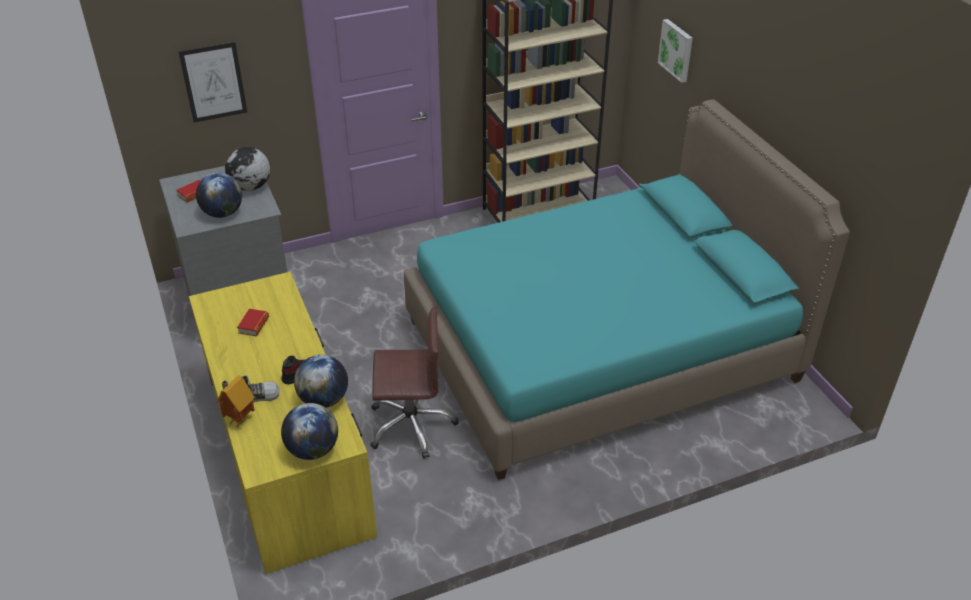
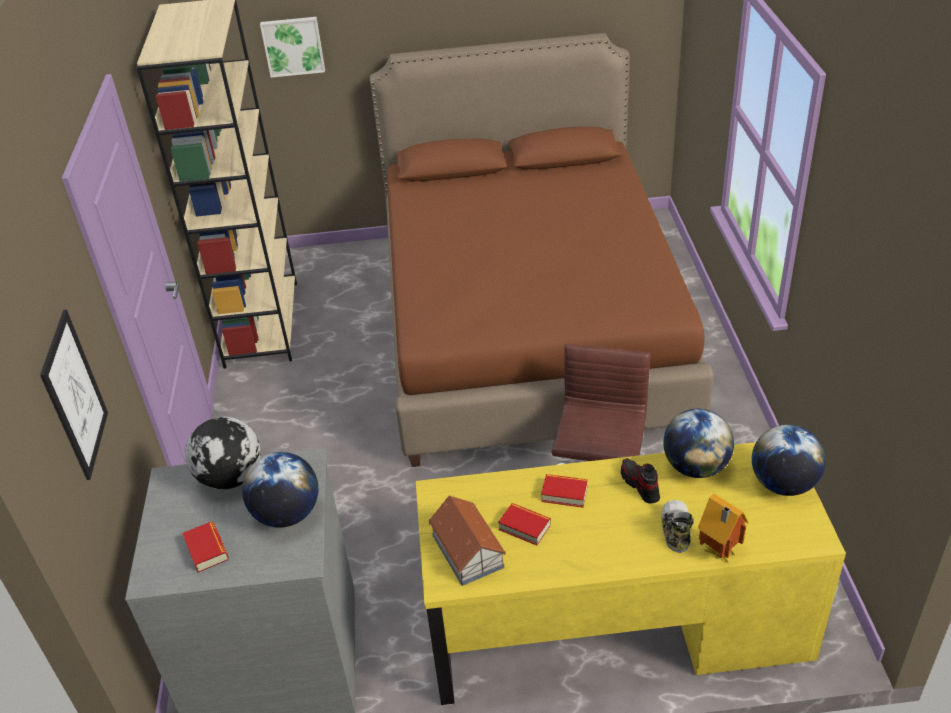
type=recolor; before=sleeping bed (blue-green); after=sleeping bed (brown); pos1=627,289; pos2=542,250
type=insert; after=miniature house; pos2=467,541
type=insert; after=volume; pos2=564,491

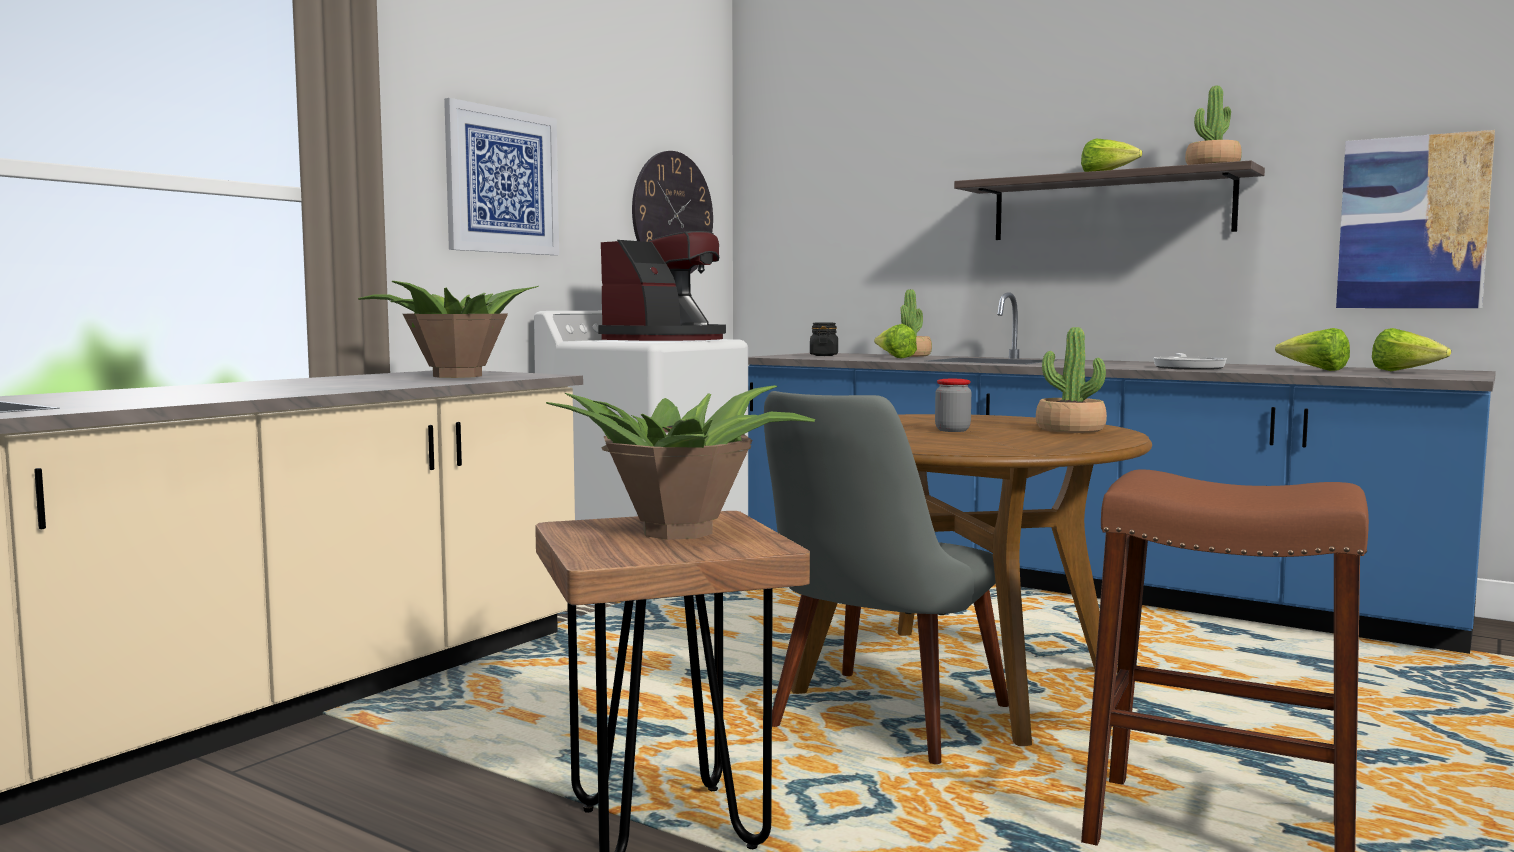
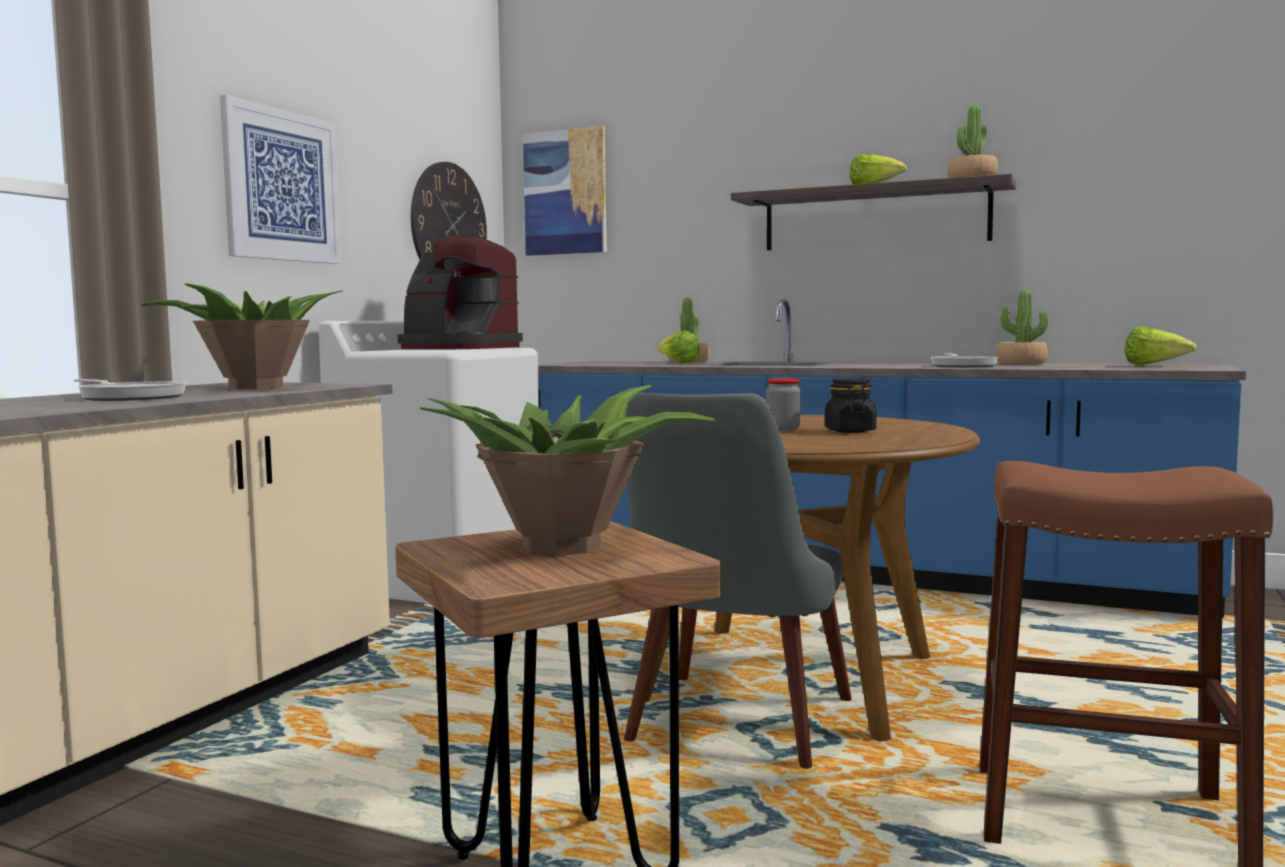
type=insert; after=pan; pos2=130,390
type=rotate; before=coffee maker; pos1=662,286; pos2=460,292; turn=90
type=move; before=picture; pos1=1415,219; pos2=565,191
type=move; before=jar (blackish); pos1=824,339; pos2=851,405
type=move; before=plant in a pot; pos1=1071,380; pos2=1022,327
type=delete; before=lettuce; pos1=1312,349

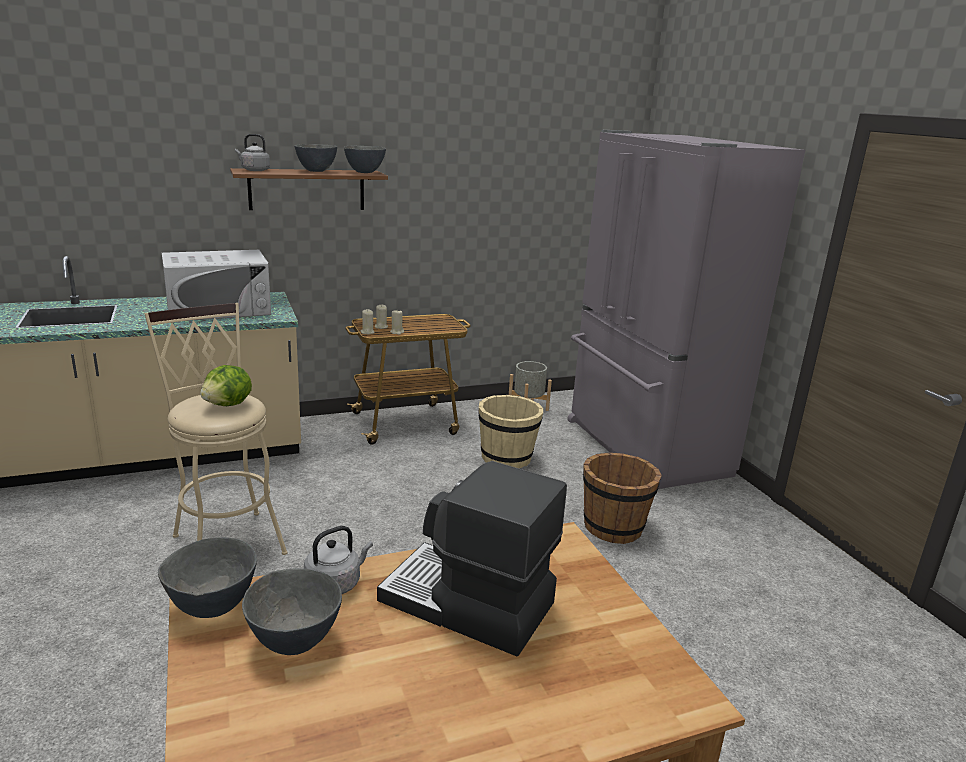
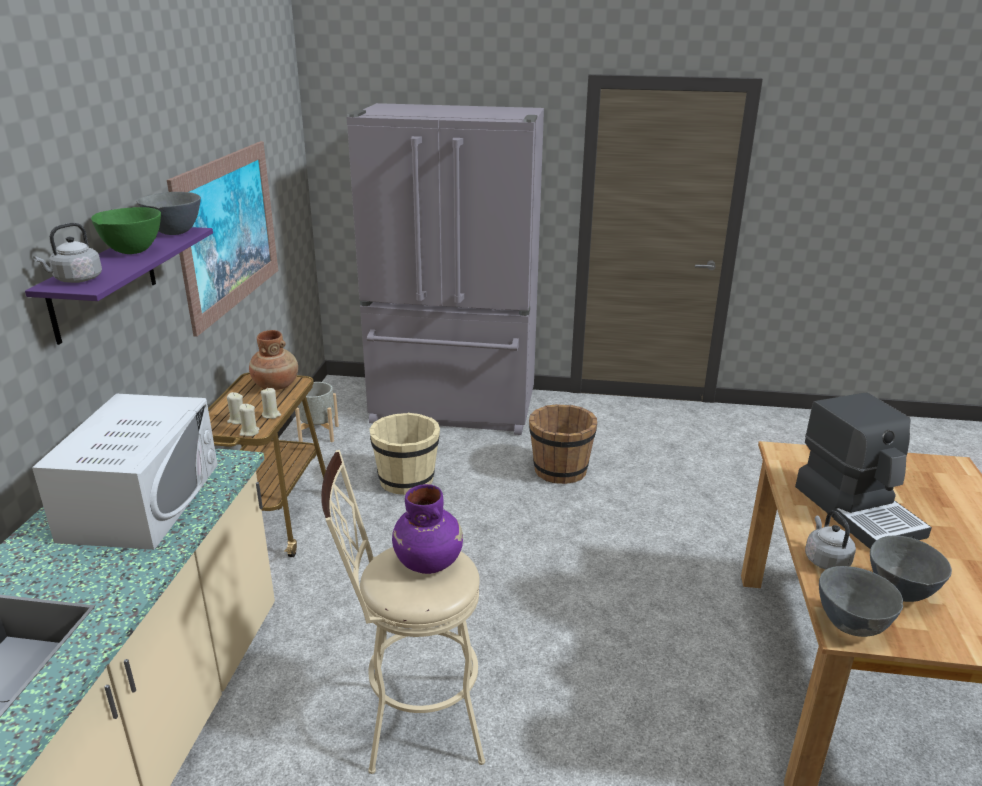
type=recolor; before=bracket shelf (brown); after=bracket shelf (purple); pos1=309,189; pos2=119,286
type=recolor; before=serving bowl (grey); after=serving bowl (greenish); pos1=315,158; pos2=126,230
type=insert; after=picture; pos2=222,239
type=insert; after=vase (brown); pos2=273,360
type=replace; before=lettuce; after=vase (purple); pos1=226,385; pos2=427,529
type=rotate; before=coffee maker; pos1=472,558; pos2=863,470; turn=-75

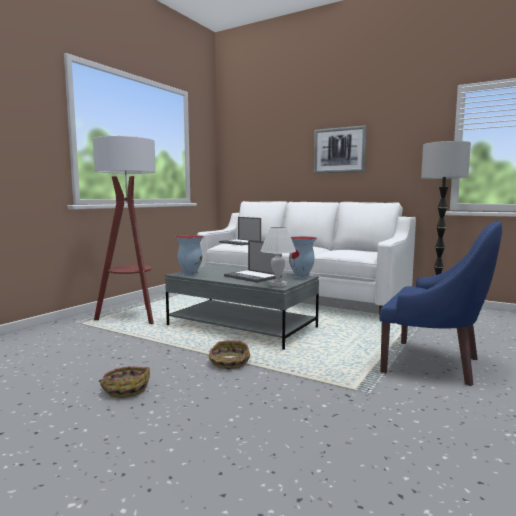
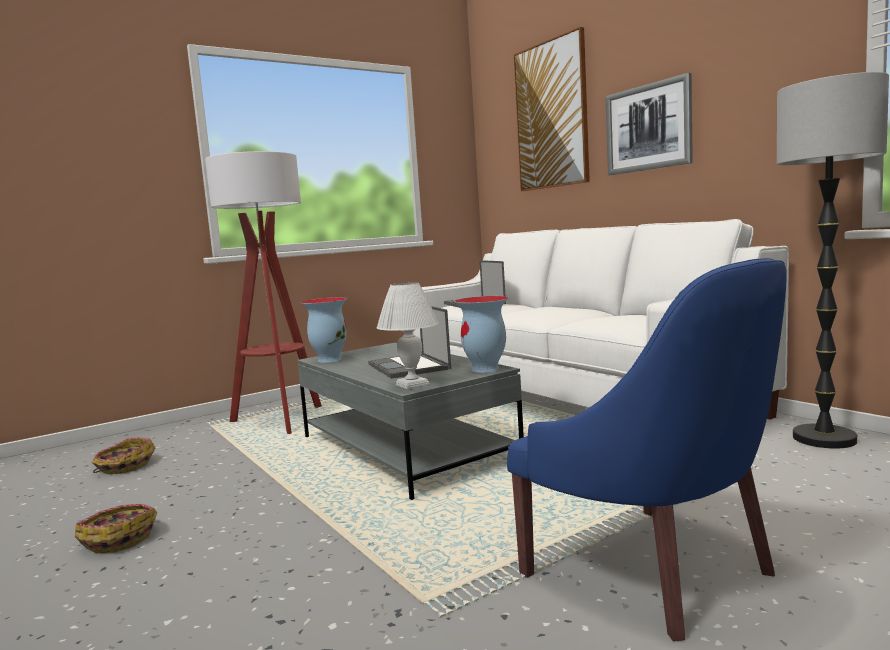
type=move; before=storage basket; pos1=229,354; pos2=123,455
type=insert; after=picture; pos2=552,109

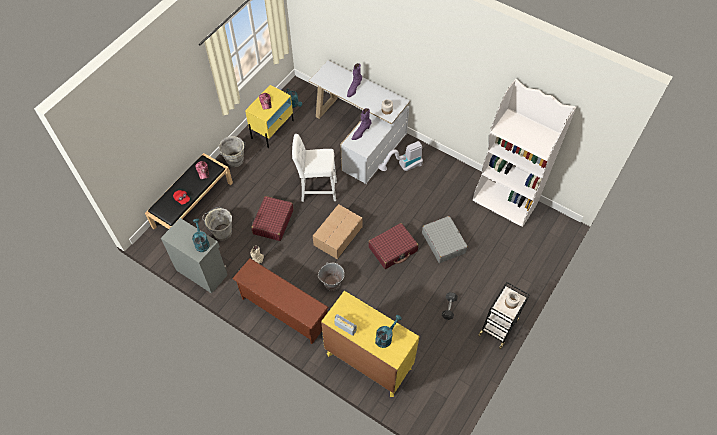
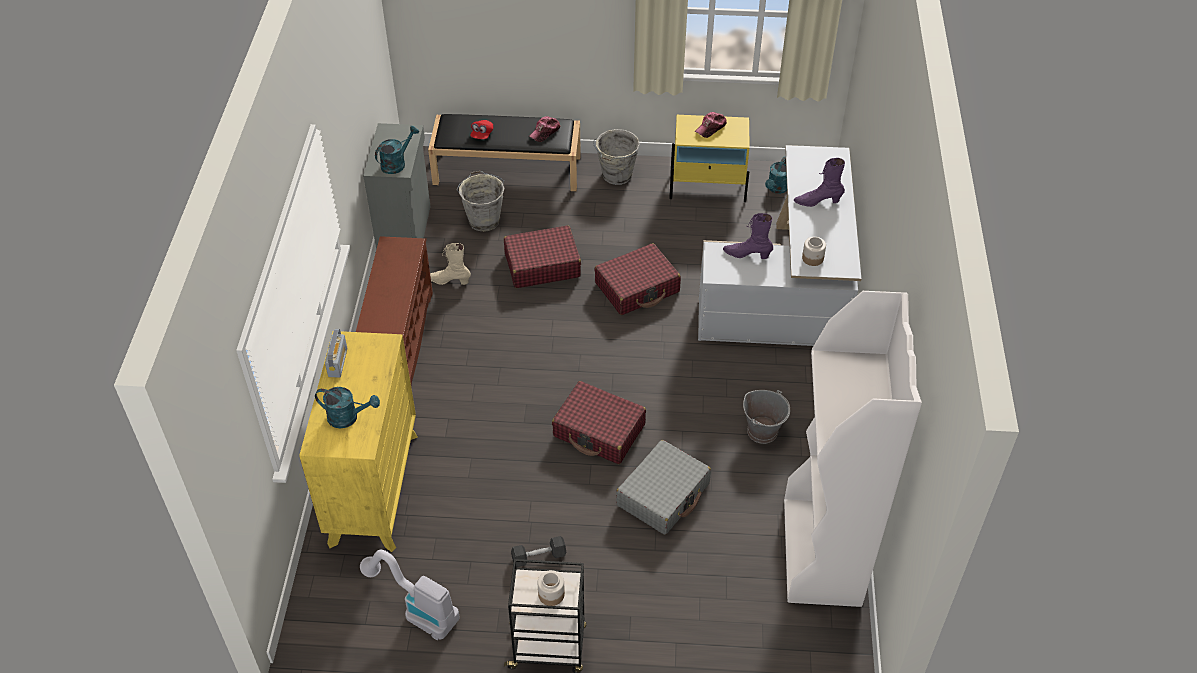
type=move; before=hoover; pos1=400,156; pos2=410,595
type=replace; before=stool (whitish); after=travel case (red); pos1=314,168; pos2=637,279
type=move; before=bucket (grey); pos1=331,276; pos2=766,417
type=delete; before=packing box; pos1=337,231

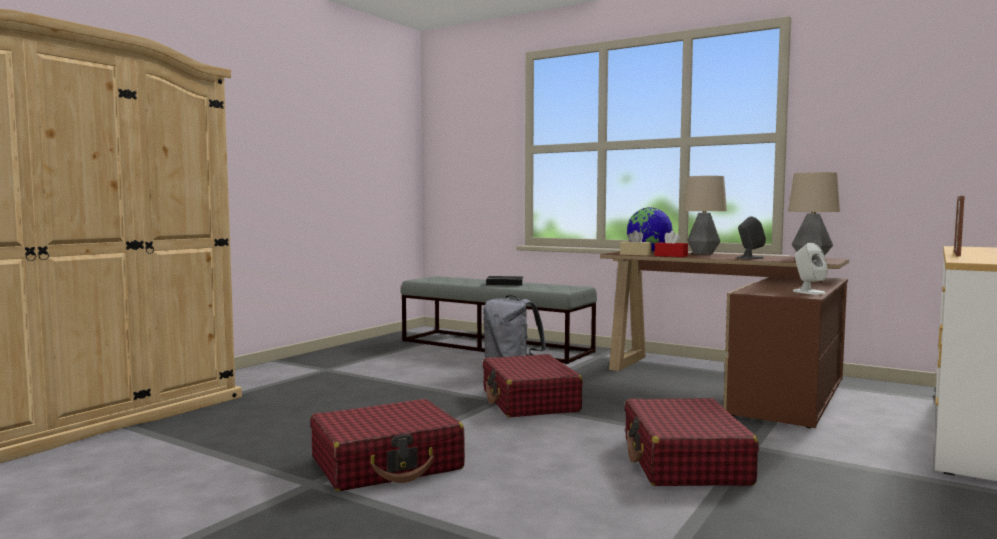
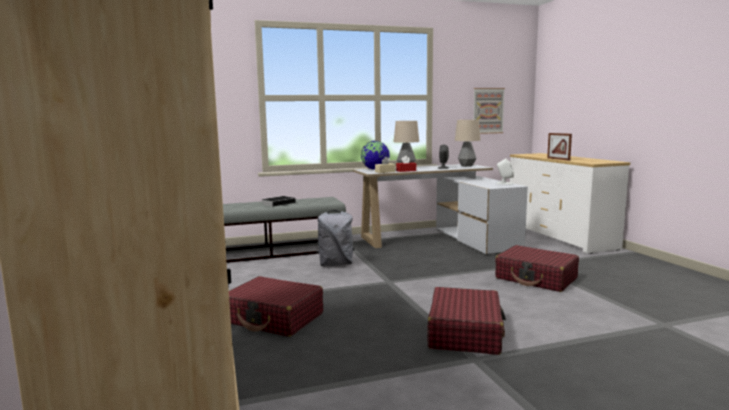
type=move; before=travel case (red); pos1=533,385; pos2=276,306
type=recolor; before=desk table (brown); after=desk table (whitish); pos1=724,339; pos2=440,209
type=insert; after=picture; pos2=489,111

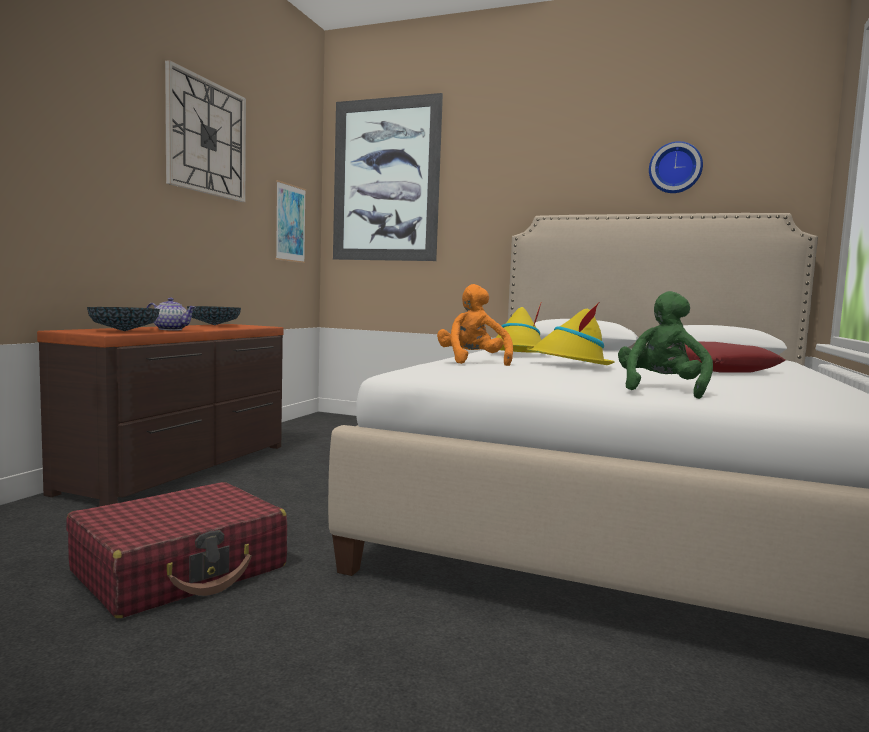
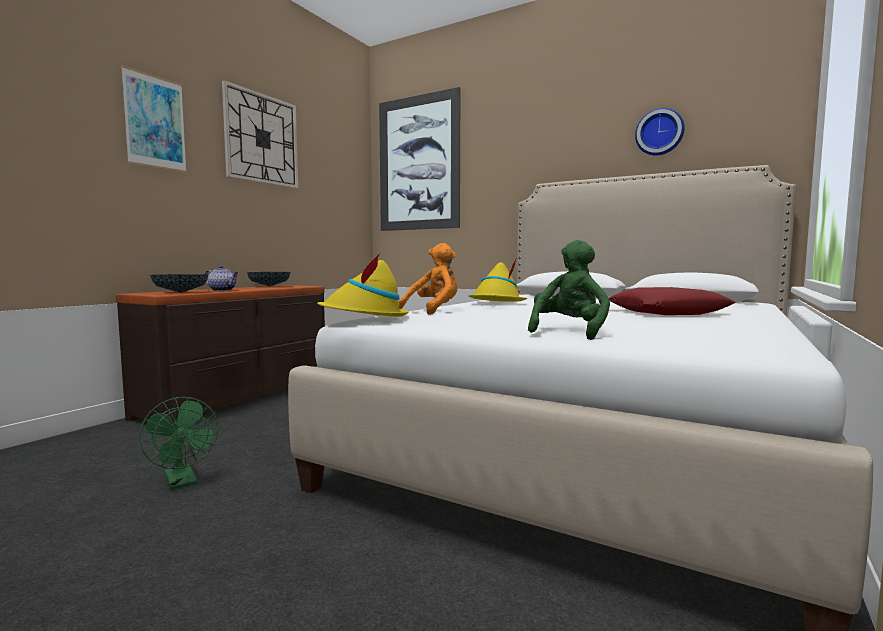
type=move; before=picture; pos1=290,221; pos2=154,119
type=replace; before=travel case (red); after=electric fan (greenish); pos1=176,550; pos2=178,443
type=move; before=hat (yellow-coloured); pos1=570,333; pos2=363,285
type=rotate; before=soft toy (orange-coloured); pos1=475,325; pos2=427,279; turn=45

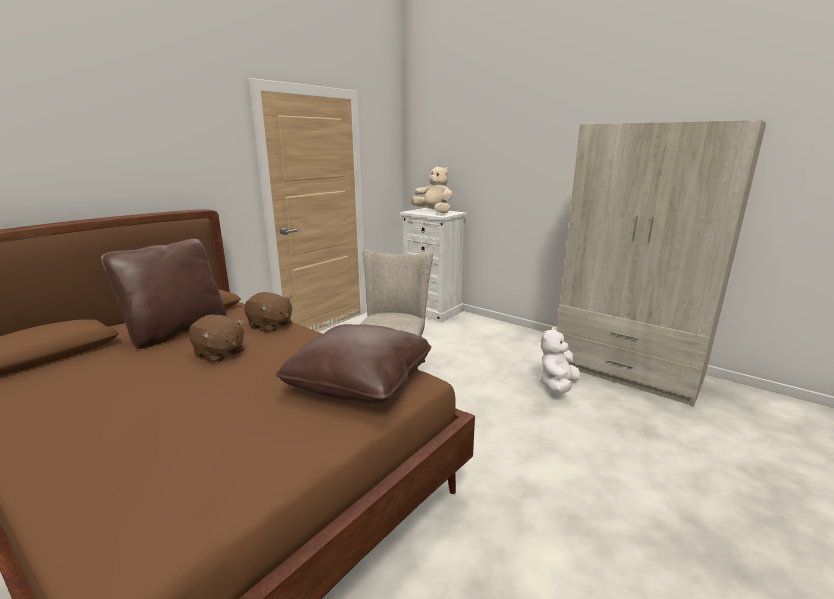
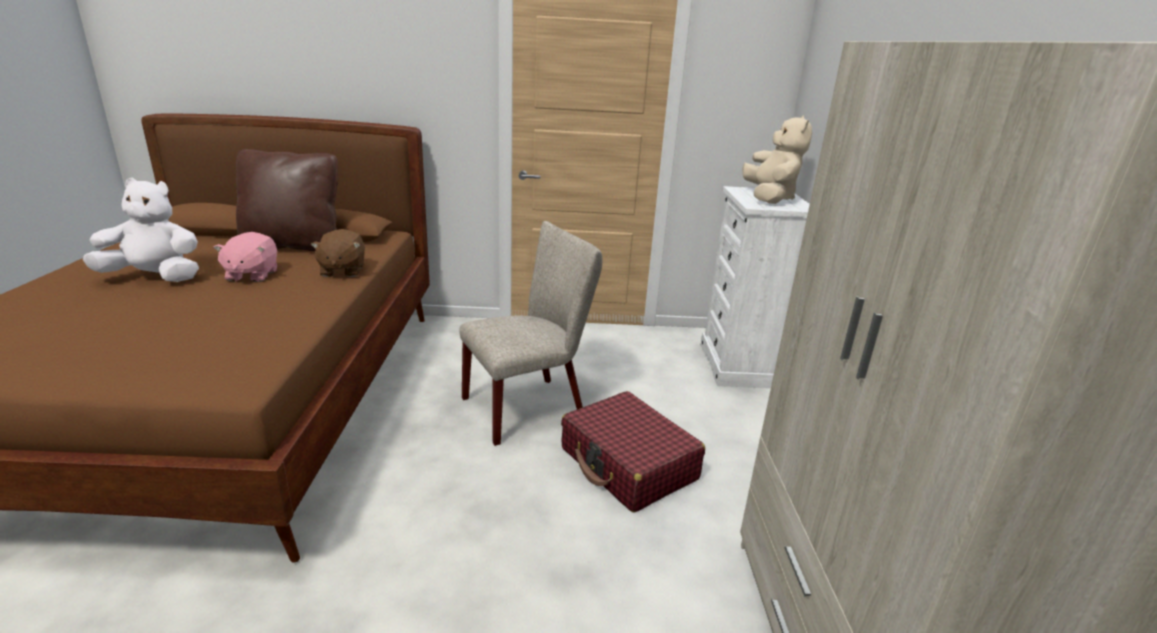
type=move; before=soft toy (whitish); pos1=559,360; pos2=141,230
type=recolor; before=soft toy (brown); after=soft toy (pink-coloured); pos1=217,339; pos2=245,257
type=insert; after=travel case (red); pos2=633,452
type=delete; before=pillow (brown); pos1=353,363

